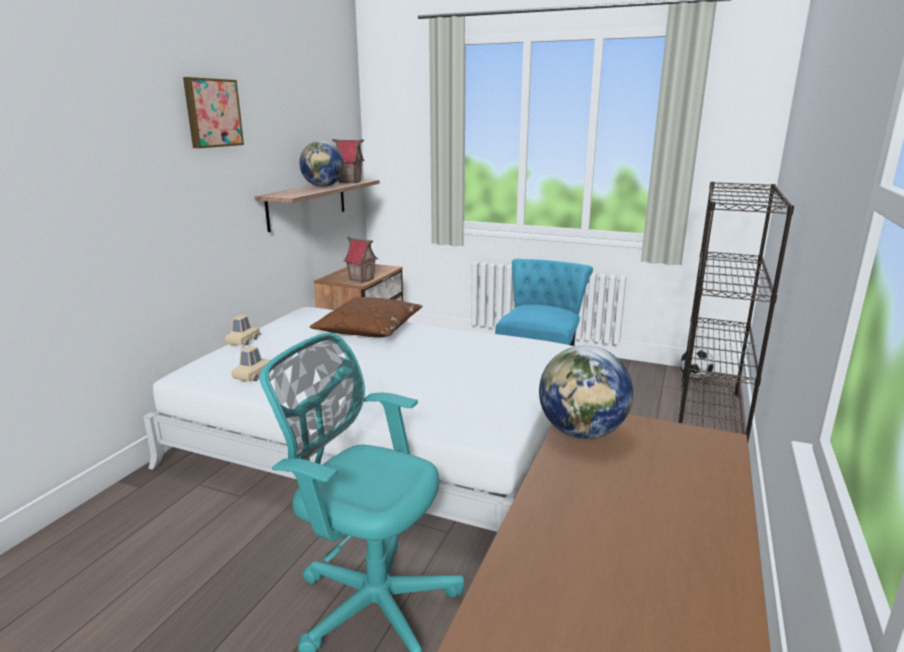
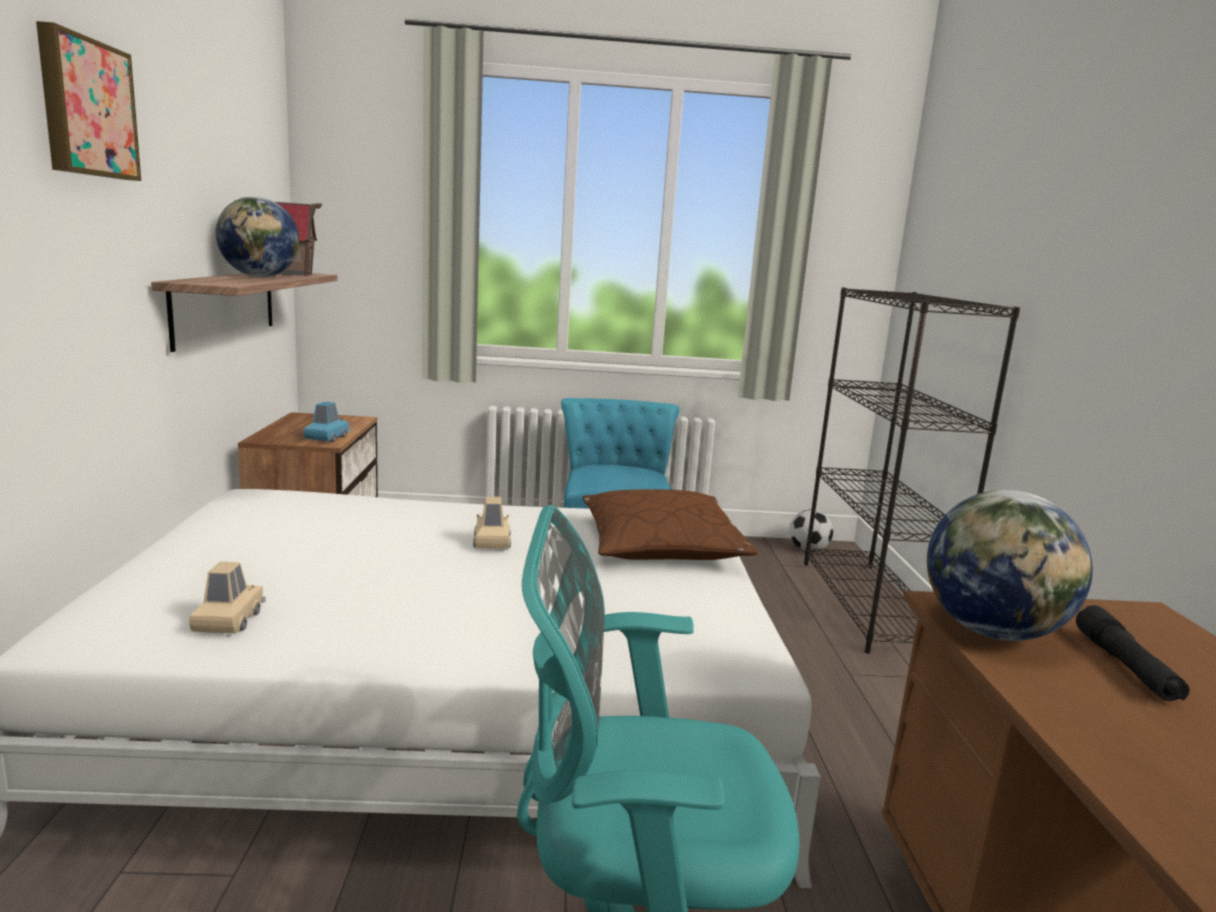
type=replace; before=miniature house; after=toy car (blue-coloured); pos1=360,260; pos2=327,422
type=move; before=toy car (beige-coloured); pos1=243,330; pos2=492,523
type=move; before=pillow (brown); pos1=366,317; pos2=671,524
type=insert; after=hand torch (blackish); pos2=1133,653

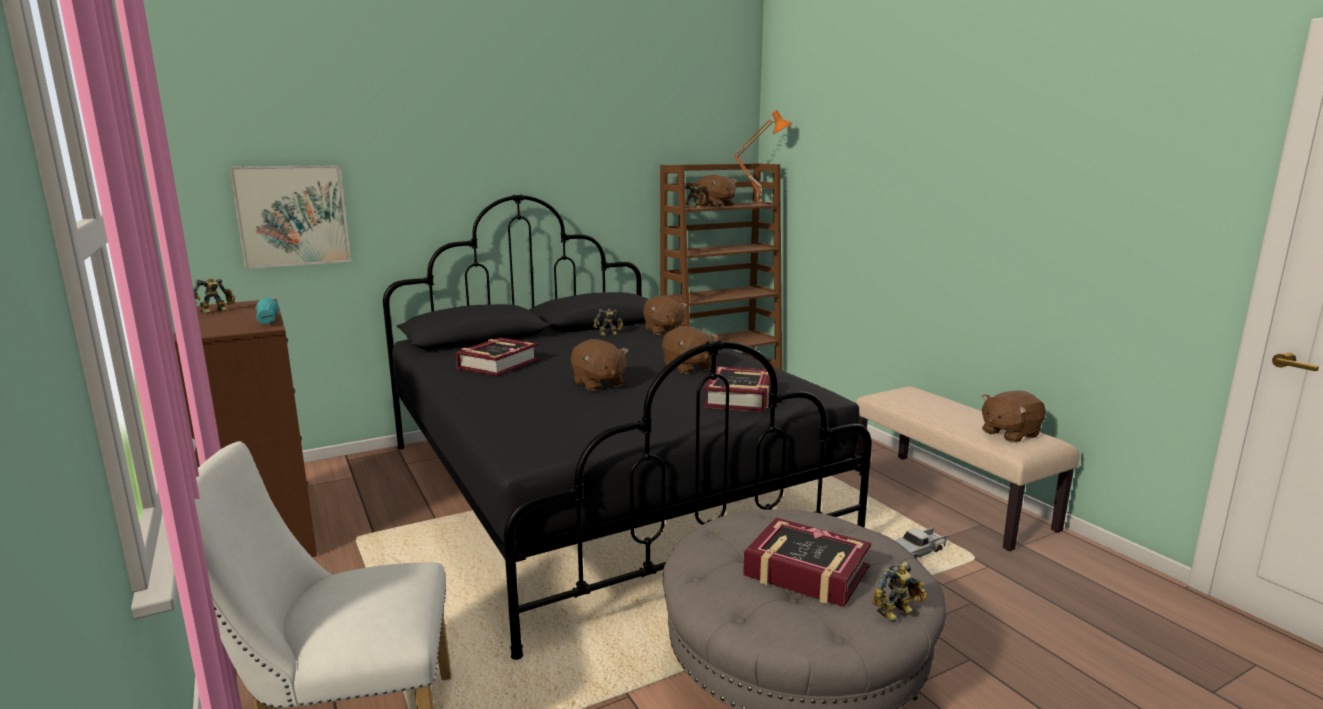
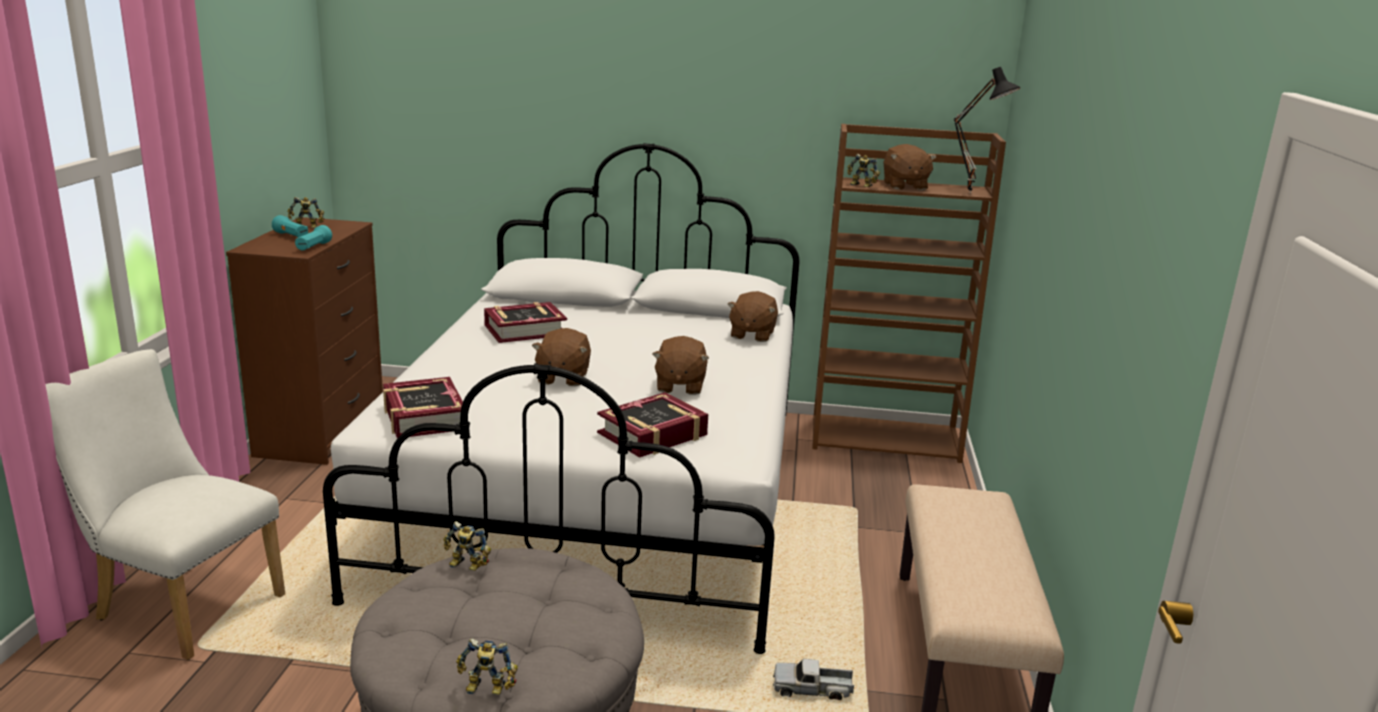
type=insert; after=hand torch (blue-green); pos2=290,226
type=recolor; before=sleeping bed (blackish); after=sleeping bed (whitish); pos1=627,427; pos2=561,398
type=move; before=volume; pos1=807,562; pos2=423,407
type=move; before=toy robot; pos1=608,322; pos2=467,546
type=recolor; before=tabletop lamp (orange-coloured); after=tabletop lamp (blackish); pos1=763,157; pos2=987,130
type=delete; before=picture; pos1=290,217
type=delete; before=soft toy (brown); pos1=1014,416

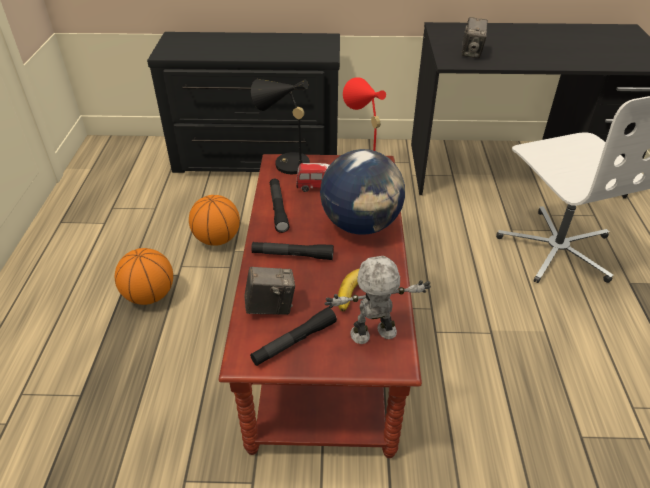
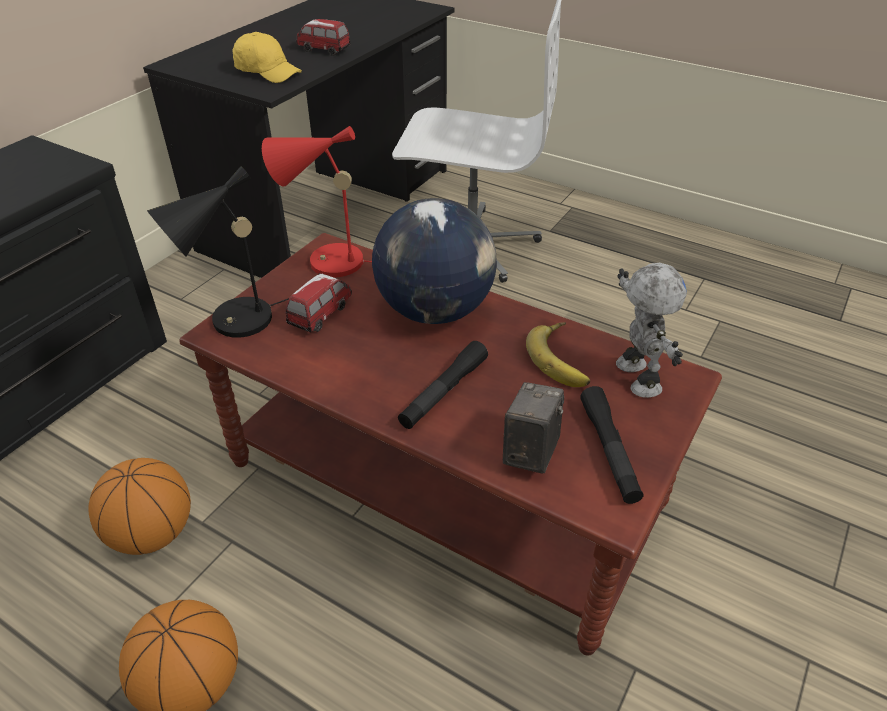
type=replace; before=still camera; after=baseball cap (yellow-coloured); pos1=475,38; pos2=267,57
type=insert; after=toy car; pos2=323,37
type=rotate; before=toy robot; pos1=378,300; pos2=651,330; turn=150
type=delete; before=hand torch (blackish); pos1=280,206

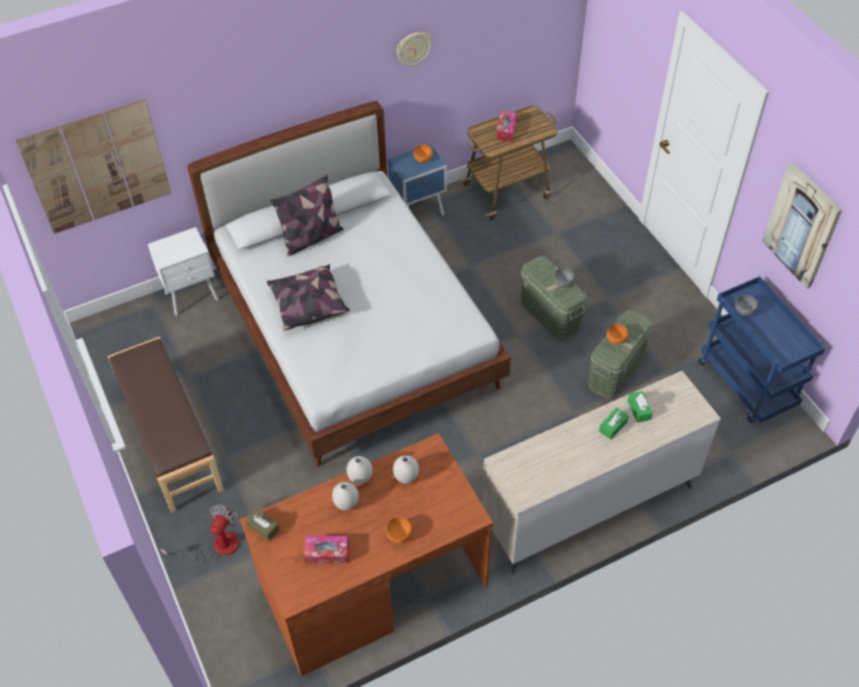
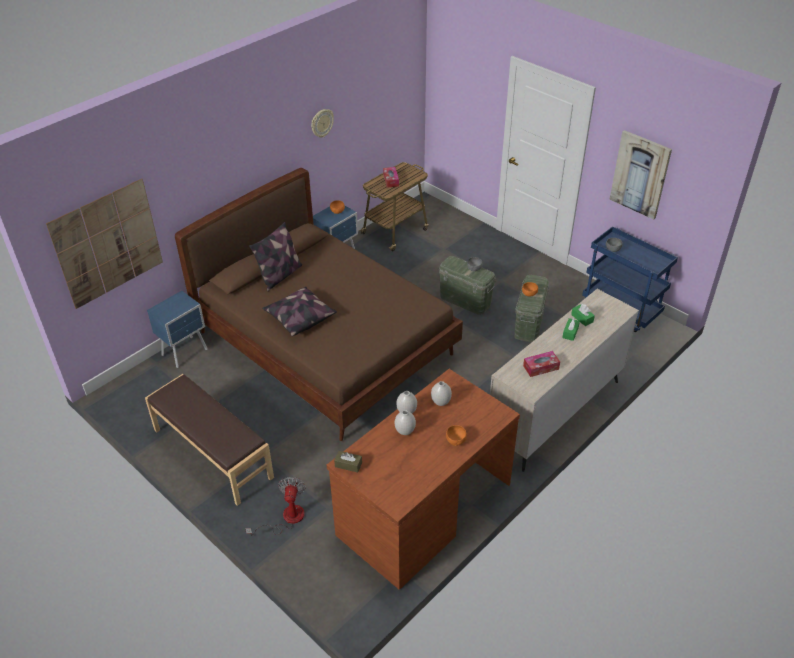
type=recolor; before=nightstand (whitish); after=nightstand (blue-coloured); pos1=183,271; pos2=177,329
type=recolor; before=sleeping bed (whitish); after=sleeping bed (brown); pos1=349,284; pos2=319,304
type=move; before=tissue box; pos1=326,549; pos2=541,364

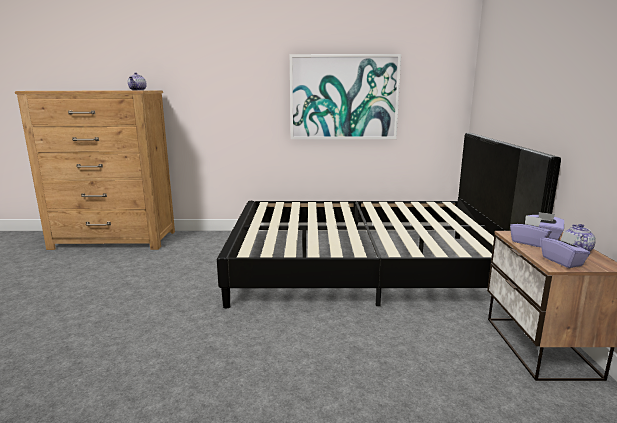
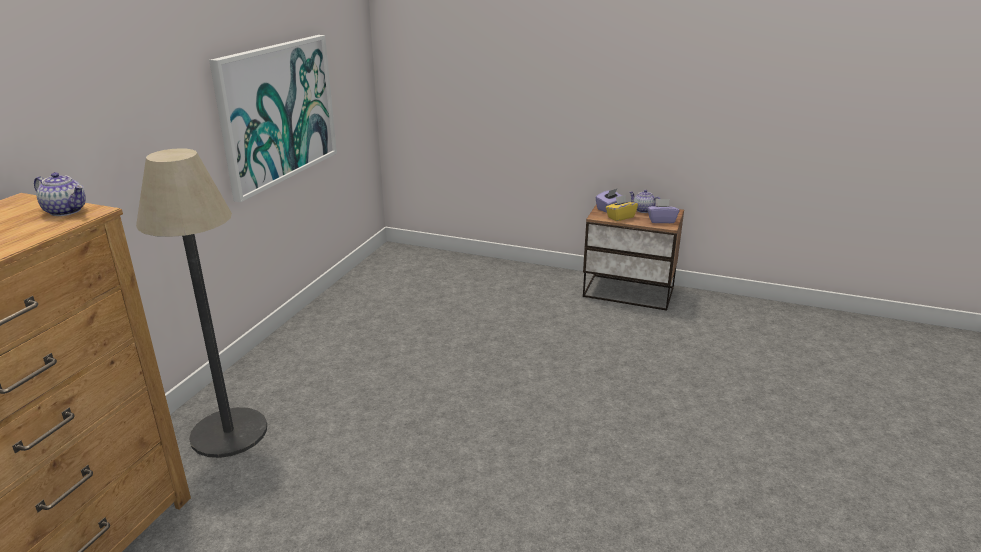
type=insert; after=floor lamp; pos2=201,303
type=recolor; before=tissue box (purple); after=tissue box (yellow-coloured); pos1=531,231; pos2=622,208
type=delete; before=sleeping bed (blackish); pos1=389,220

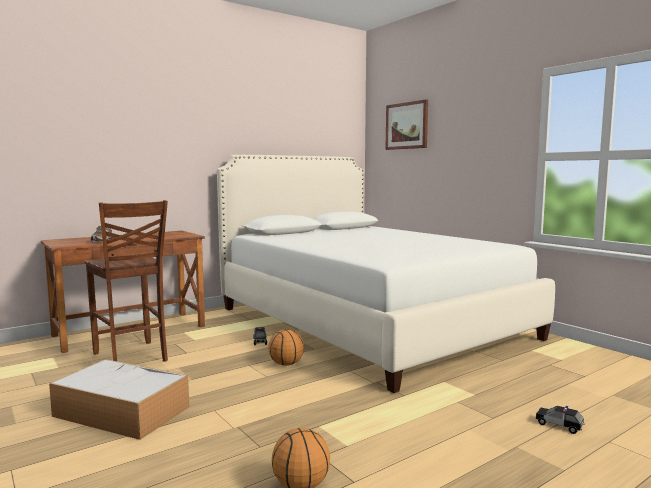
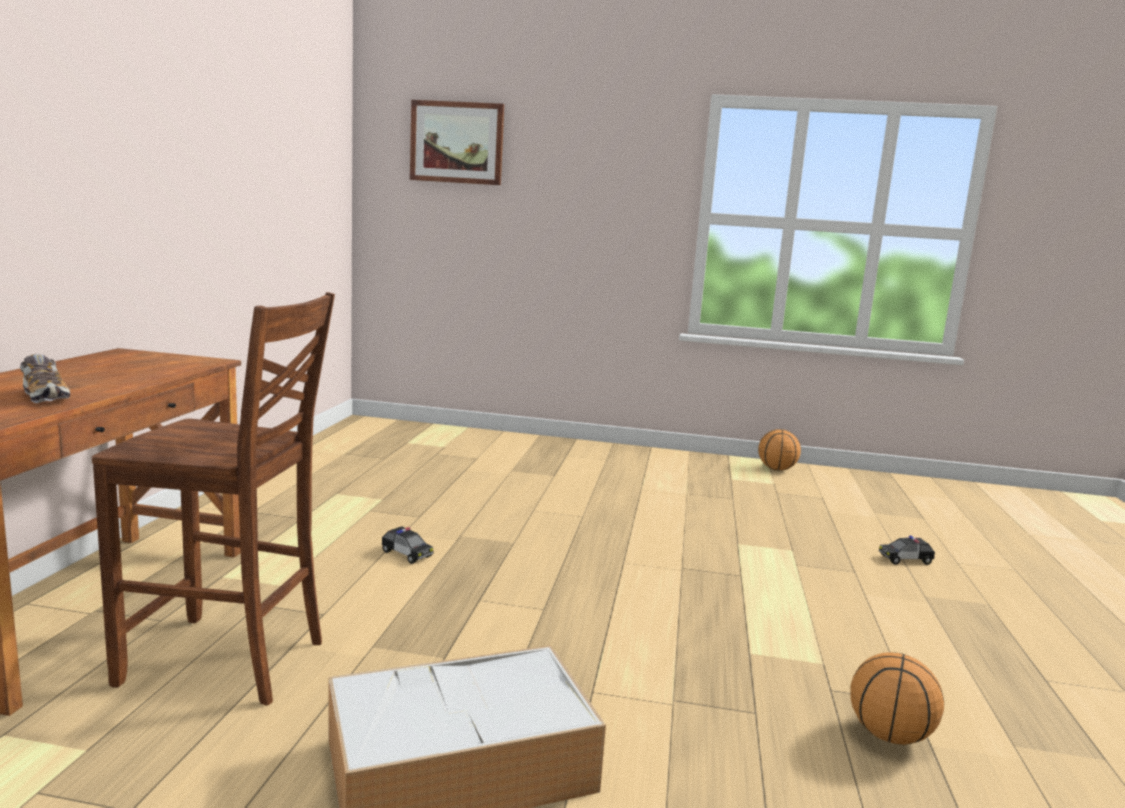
type=move; before=ball for basketball; pos1=286,347; pos2=779,450
type=delete; before=sleeping bed (whitish); pos1=386,274

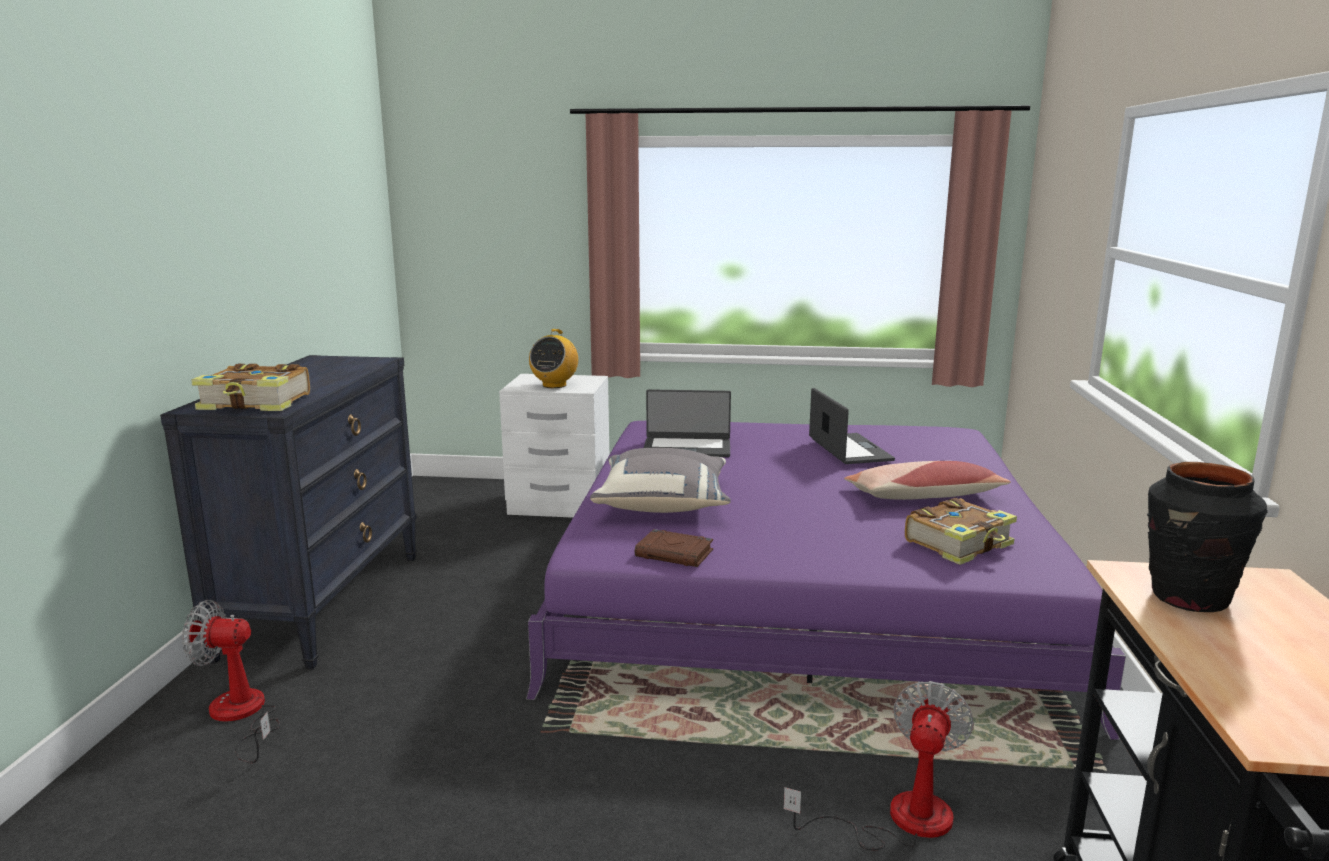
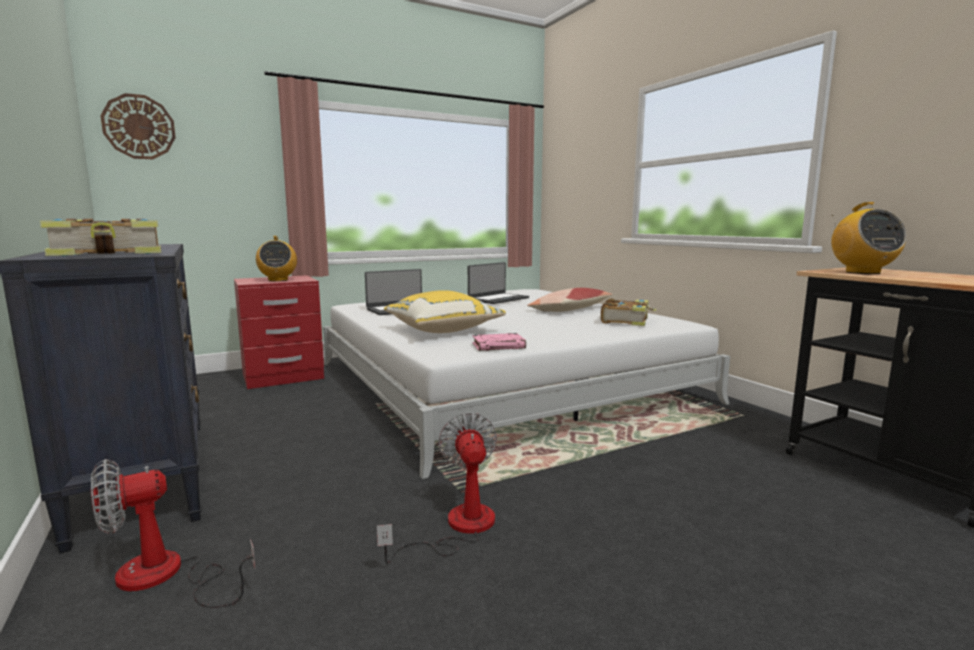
type=insert; after=hanging clock; pos2=138,126
type=recolor; before=nightstand (whitish); after=nightstand (red); pos1=554,446; pos2=279,332
type=recolor; before=sleeping bed (purple); after=sleeping bed (whitish); pos1=826,580; pos2=526,384
type=move; before=electric fan; pos1=878,765; pos2=437,488
type=recolor; before=pillow (grey); after=pillow (yellow-coloured); pos1=660,480; pos2=445,311
type=rotate; before=laptop; pos1=852,426; pos2=498,283; turn=90
type=recolor; before=volume (brown); after=volume (pink-coloured); pos1=674,548; pos2=499,342
type=replace; before=vase (blackish); after=radio; pos1=1207,537; pos2=869,238

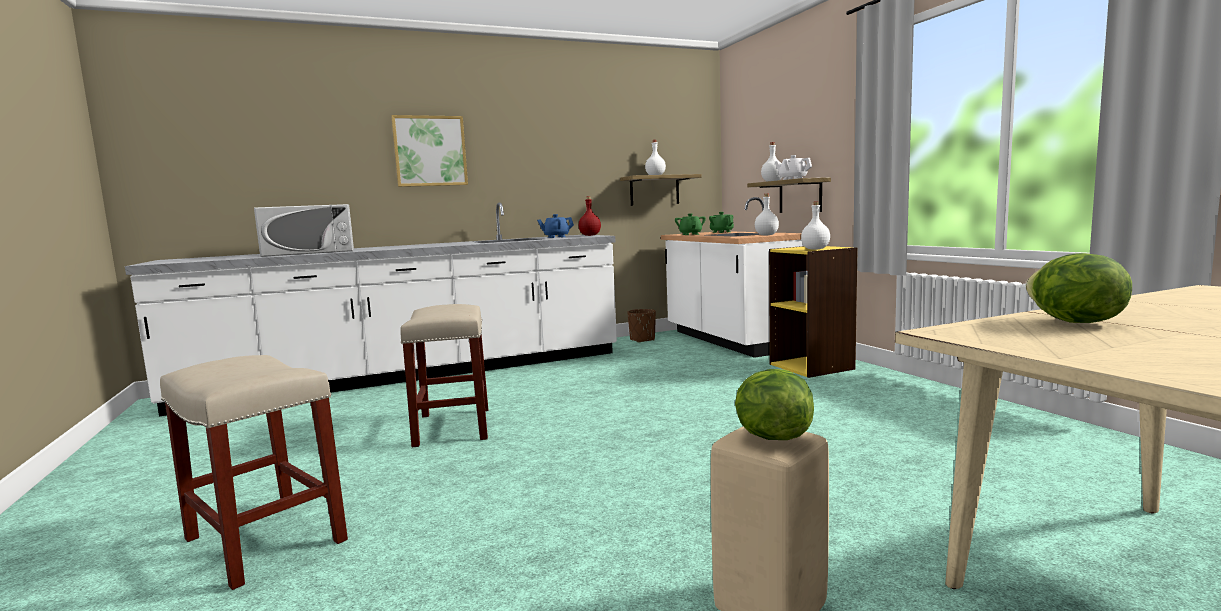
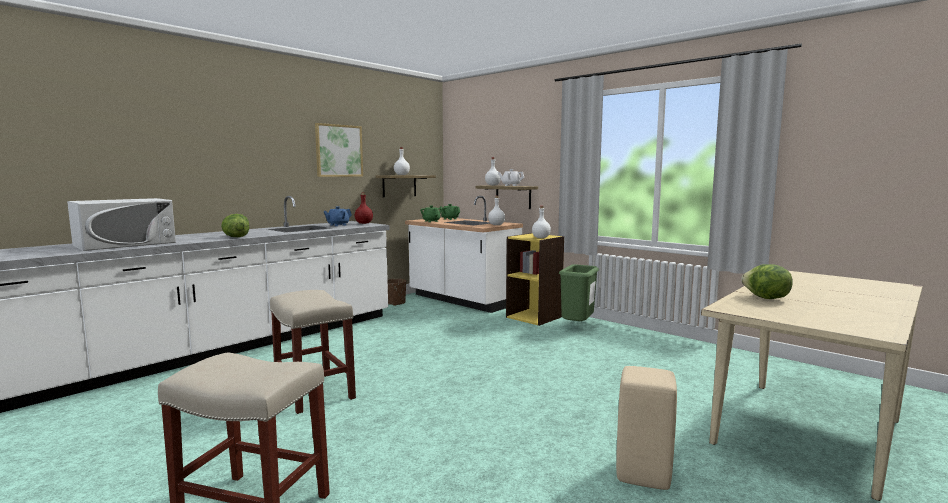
type=move; before=lettuce; pos1=774,404; pos2=235,225
type=move; before=picture; pos1=429,151; pos2=339,150
type=insert; after=waste bin (greenish); pos2=579,292

